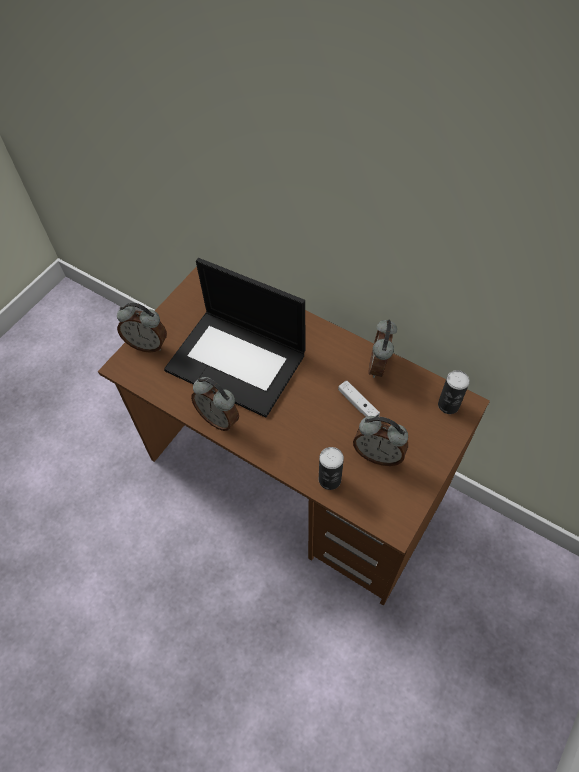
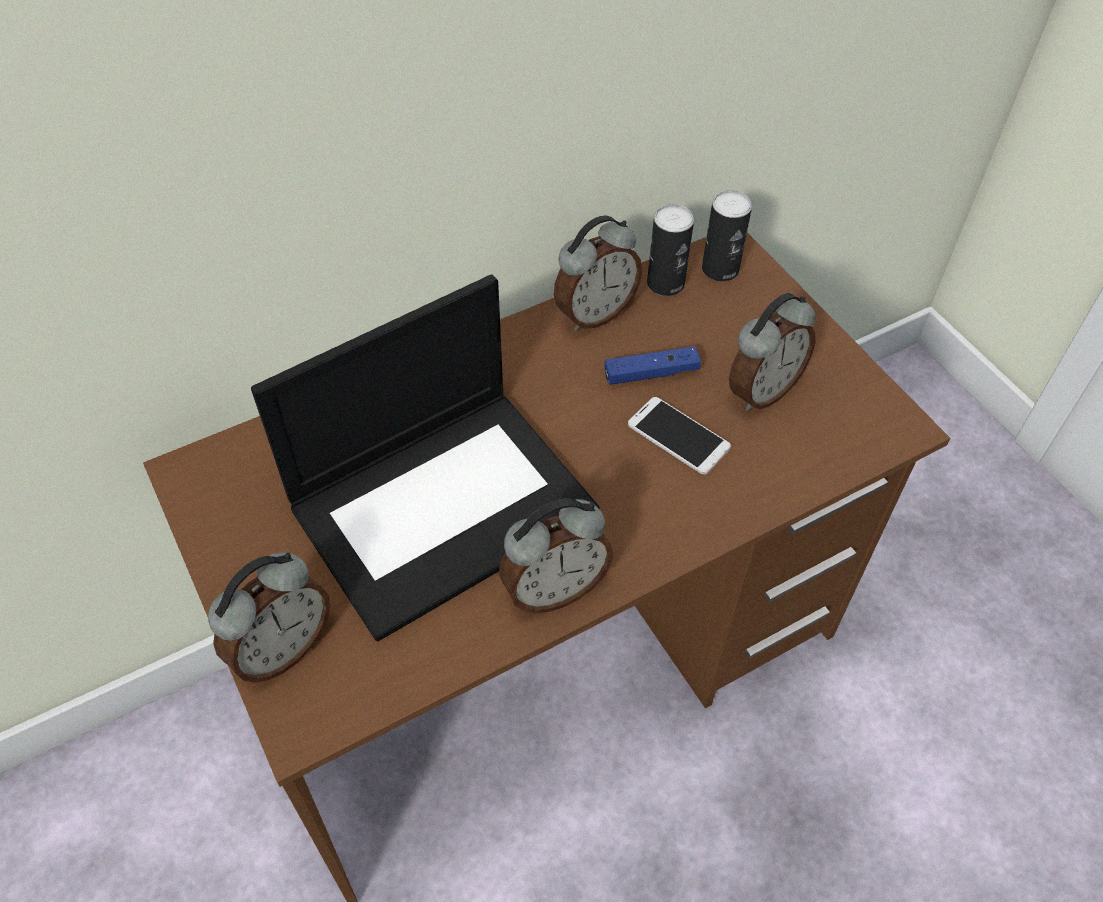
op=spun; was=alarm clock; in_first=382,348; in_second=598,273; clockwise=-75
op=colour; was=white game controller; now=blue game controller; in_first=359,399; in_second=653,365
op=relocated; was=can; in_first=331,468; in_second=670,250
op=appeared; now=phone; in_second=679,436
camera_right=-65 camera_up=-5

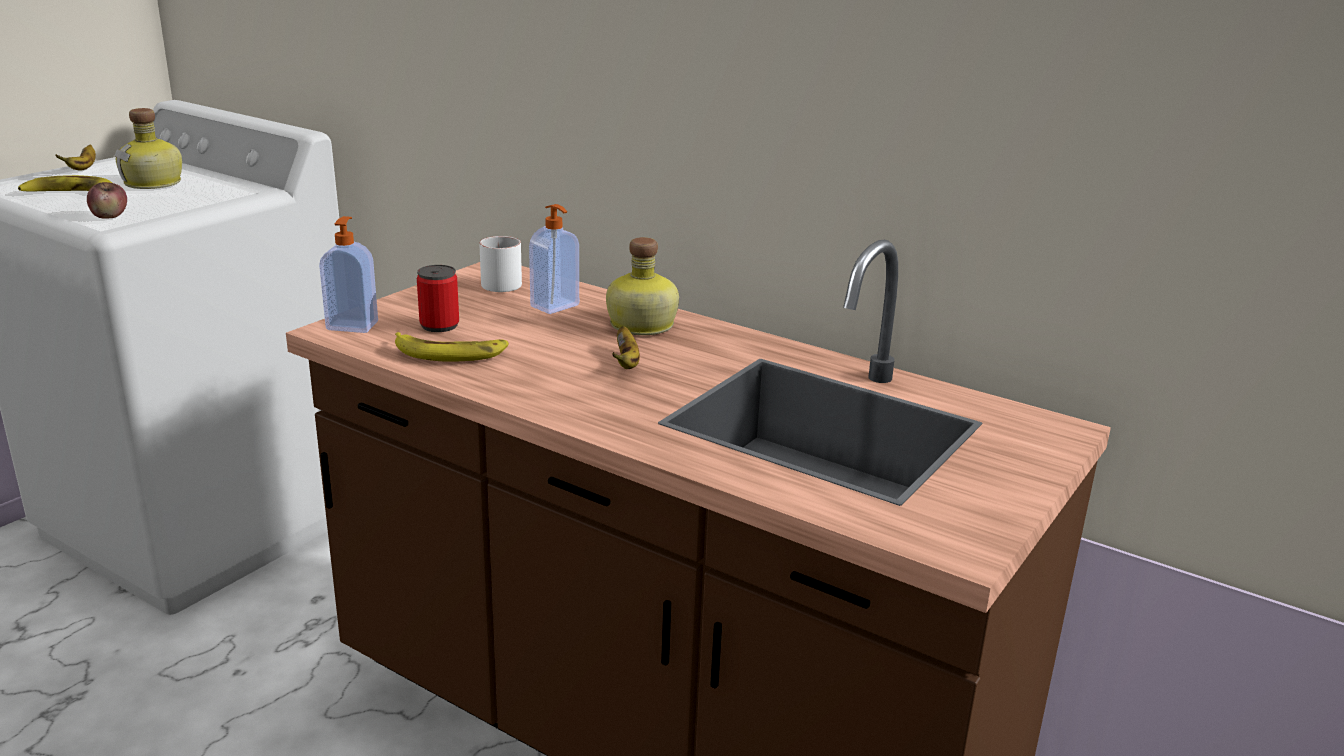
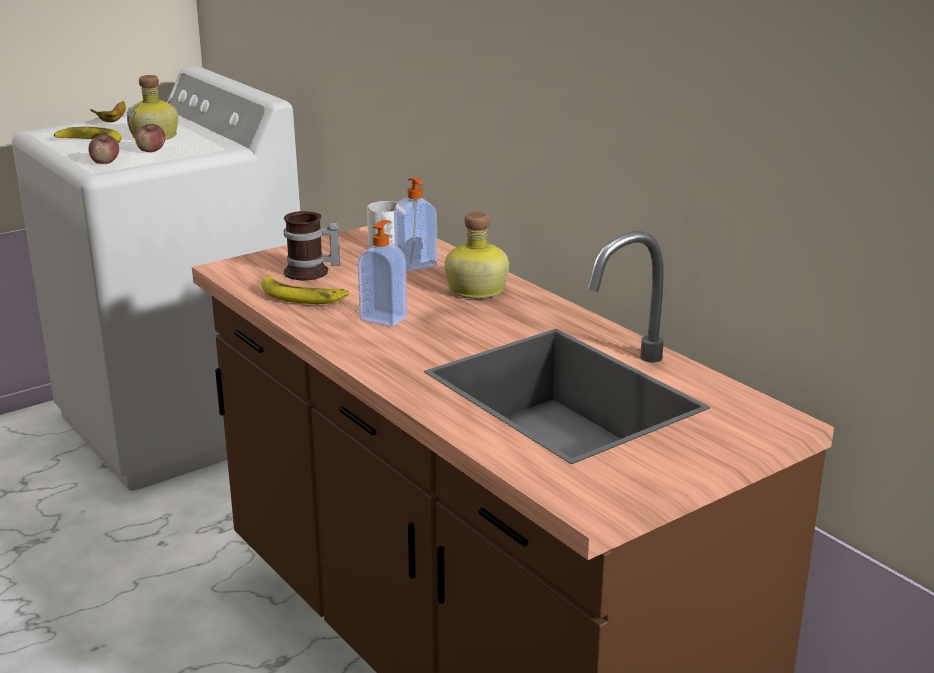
op=relocated; was=soap dispenser; in_first=348,274; in_second=382,273
op=exchanged; was=can; now=mug; in_first=438,298; in_second=312,245
op=missing; was=banana; in_first=626,347
op=appeared; now=apple; in_second=150,138
camera_right=20 camera_up=0

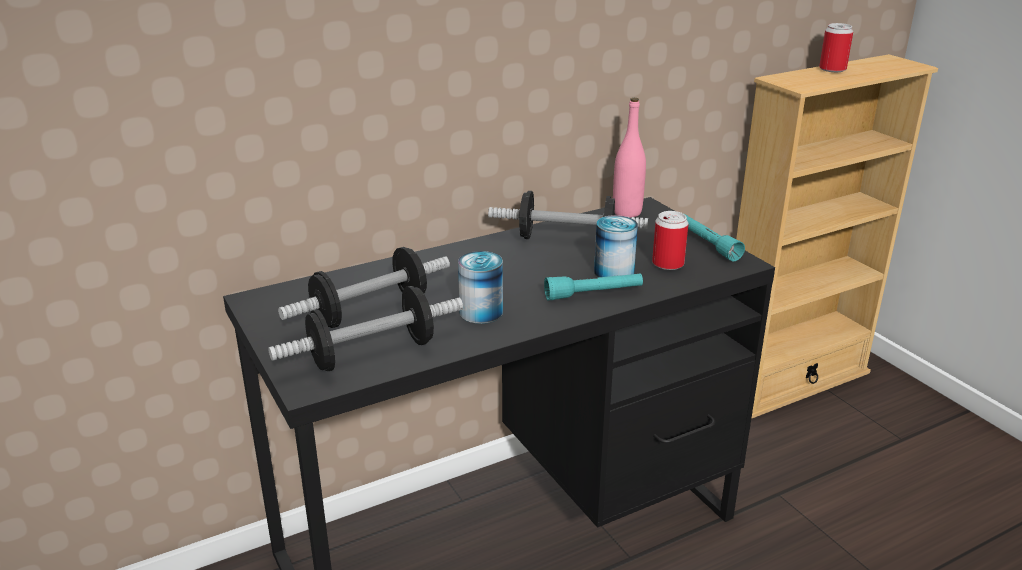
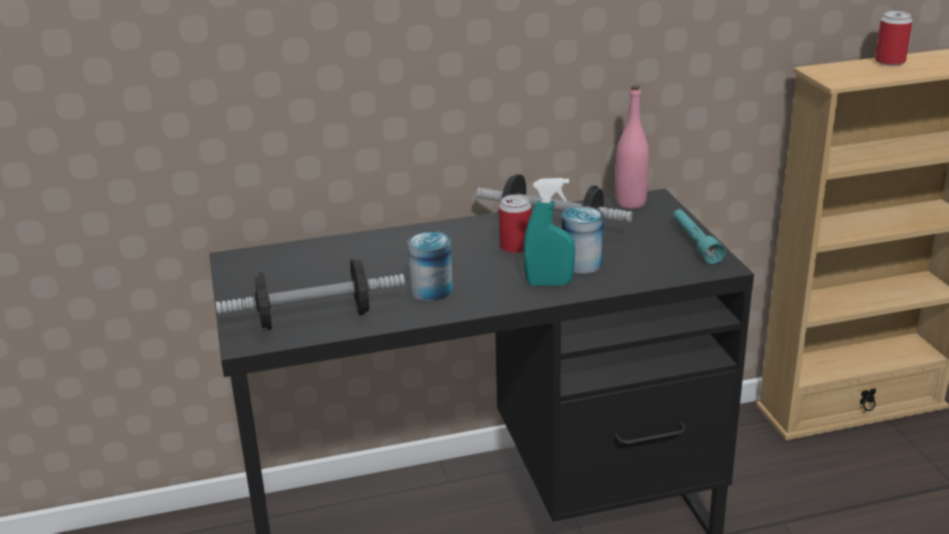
op=relocated; was=can; in_first=670,240; in_second=515,224
op=missing; was=dumbbell; in_first=364,287
op=exchanged; was=turquoise flashlight; now=turquoise spray bottle; in_first=593,287; in_second=549,232
camera_right=15 camera_up=0

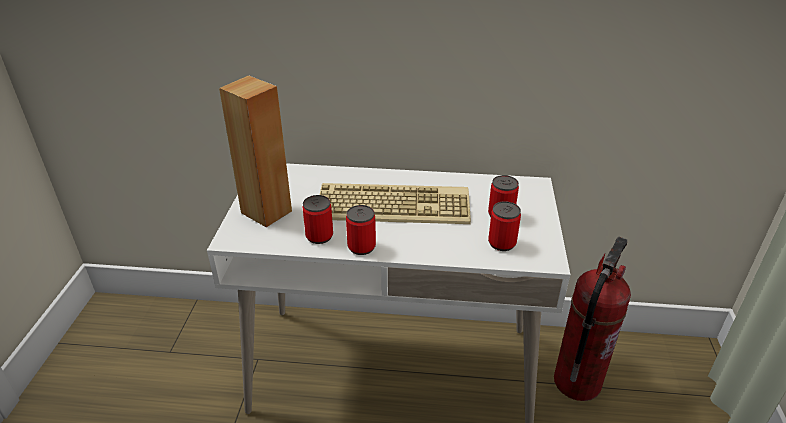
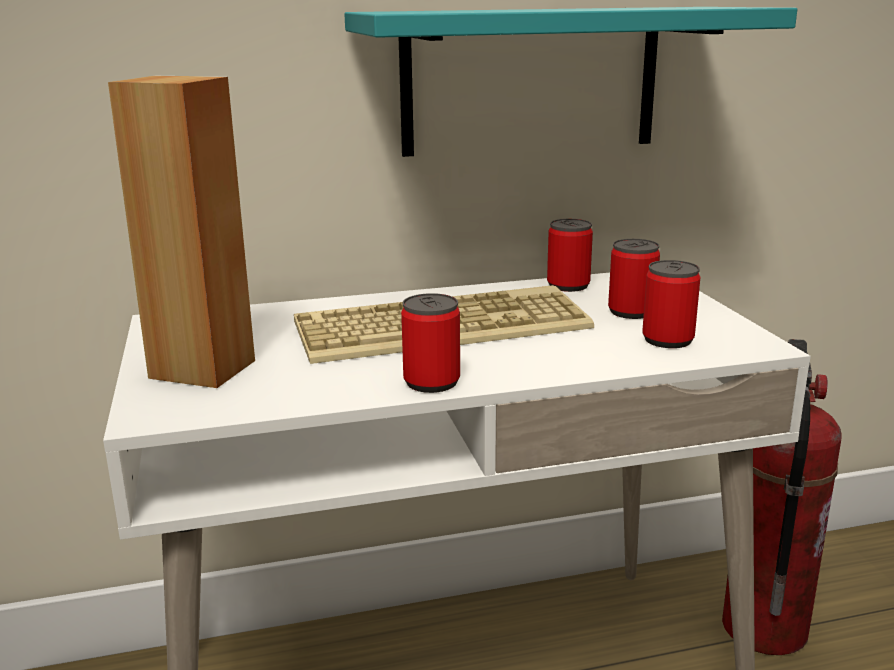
op=relocated; was=can; in_first=318,219; in_second=570,255
op=appeared; now=turquoise shelf; in_second=570,82
camera_right=-20 camera_up=-15

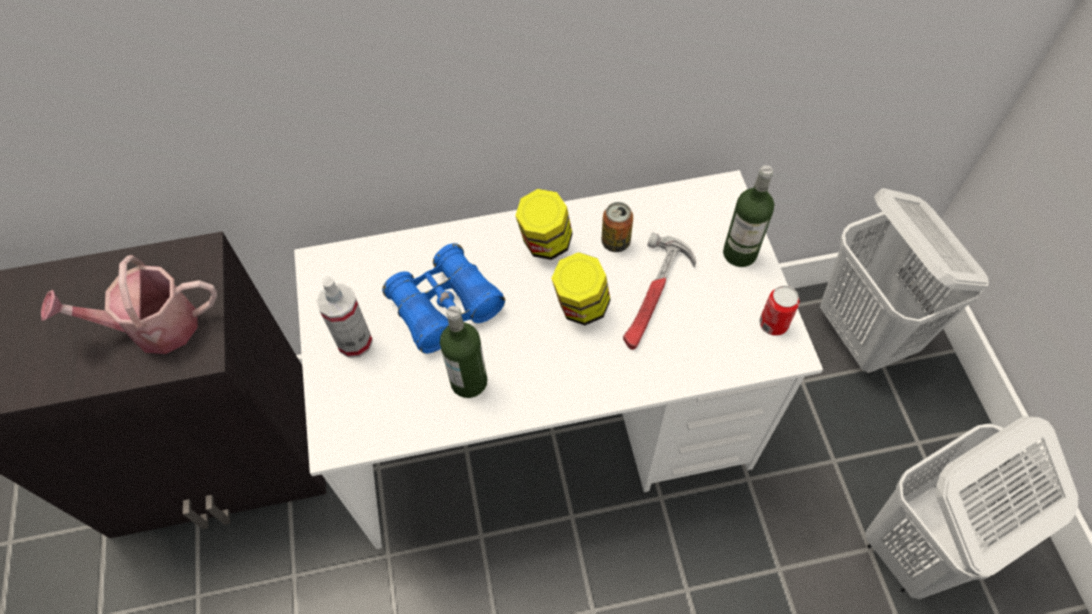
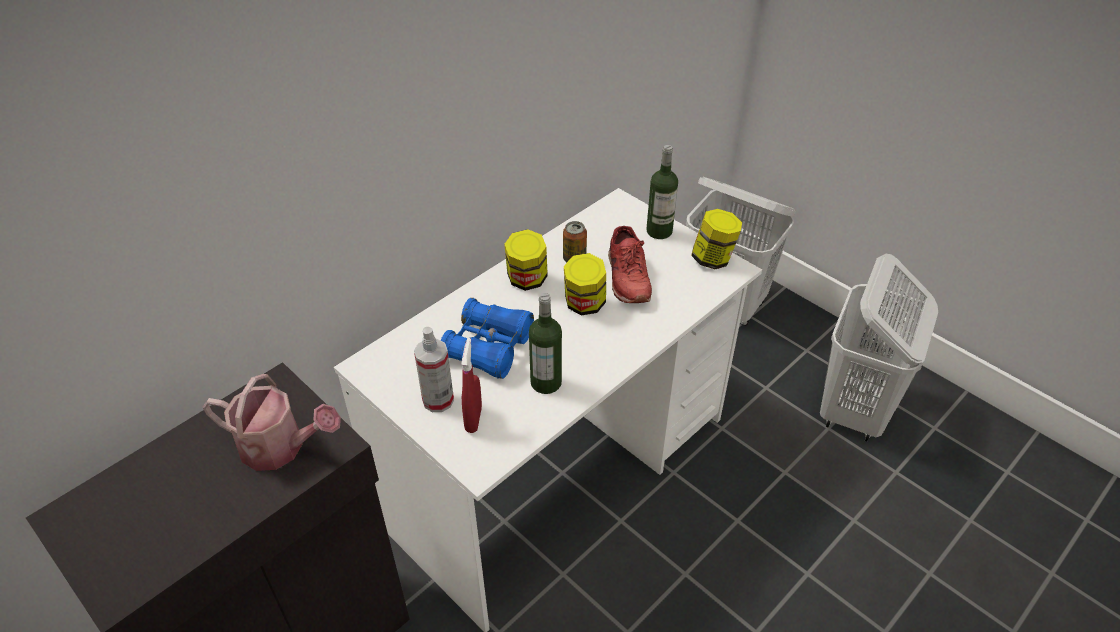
op=exchanged; was=hammer; now=red shoe; in_first=659,291; in_second=630,264
op=spun; was=watering can; in_first=129,304; in_second=271,422; clockwise=-120
op=exchanged; was=can; now=jar; in_first=779,311; in_second=716,239
op=appeared; now=red spray bottle; in_second=471,385
camera_right=-35 camera_up=-15

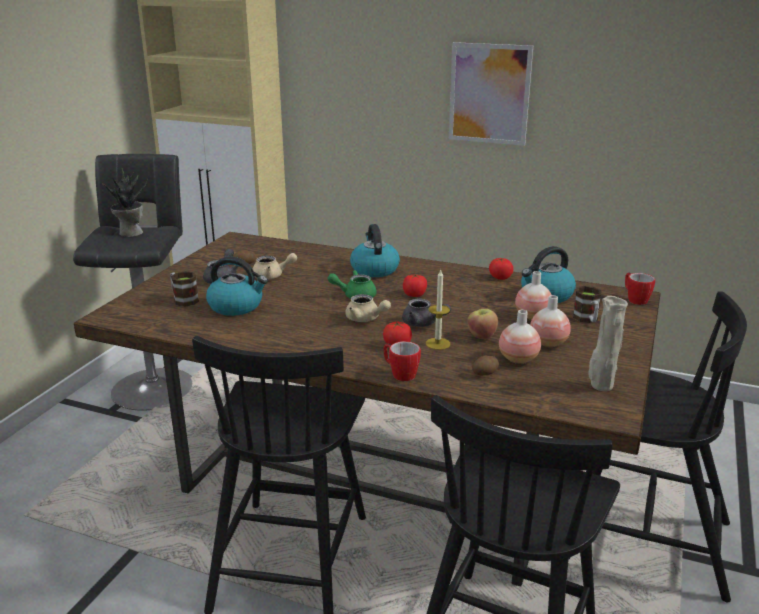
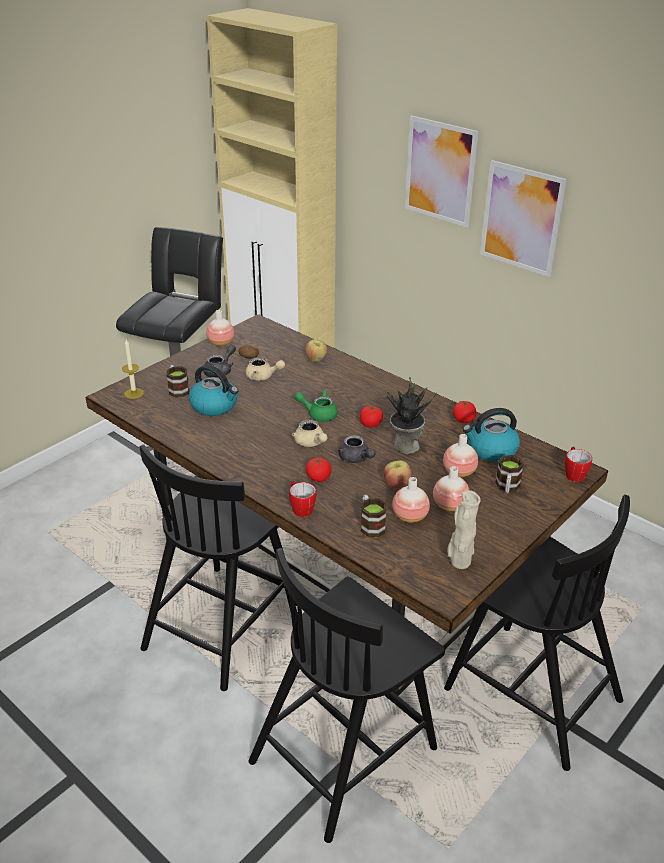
op=relocated; was=potted plant; in_first=125,202; in_second=410,416
op=missing; was=kettle; in_first=375,250
op=relocated; was=candle; in_first=438,310; in_second=133,369
op=exchanged; was=potato; now=mug; in_first=485,365; in_second=374,516
op=appeared; now=picture; in_second=441,171
op=appeared; now=vase; in_second=220,328
op=appeared; now=apple; in_second=316,350
camera_right=20 camera_up=10

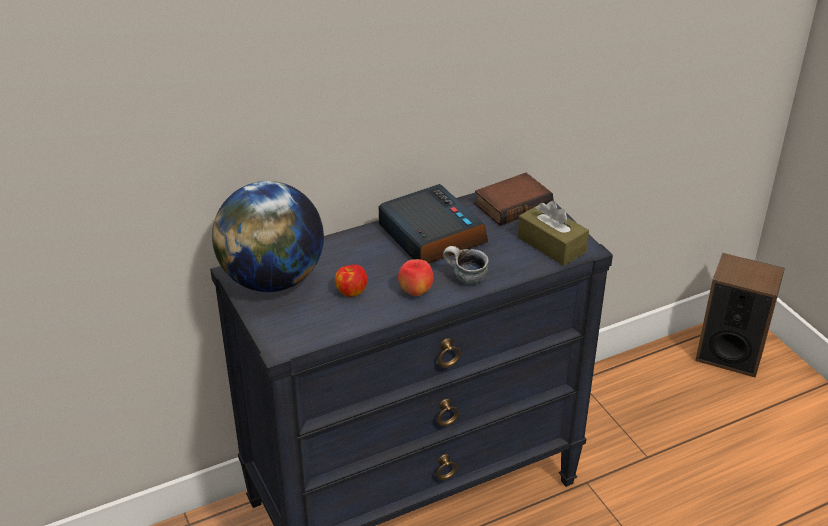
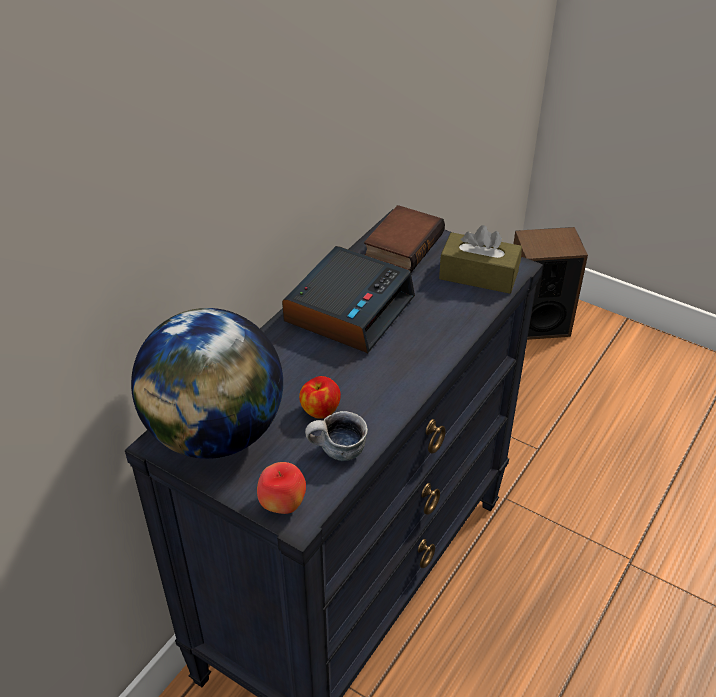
op=spun; was=alarm clock; in_first=433,223; in_second=348,299; clockwise=90
op=relocated; was=mug; in_first=466,265; in_second=336,436
op=relocated; was=apple; in_first=415,277; in_second=281,488
camera_right=-30 camera_up=5

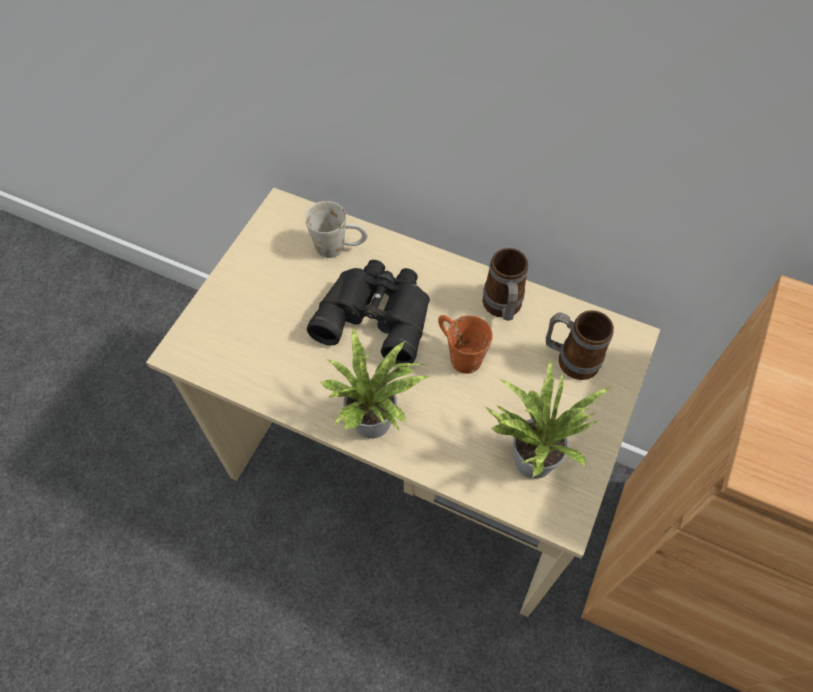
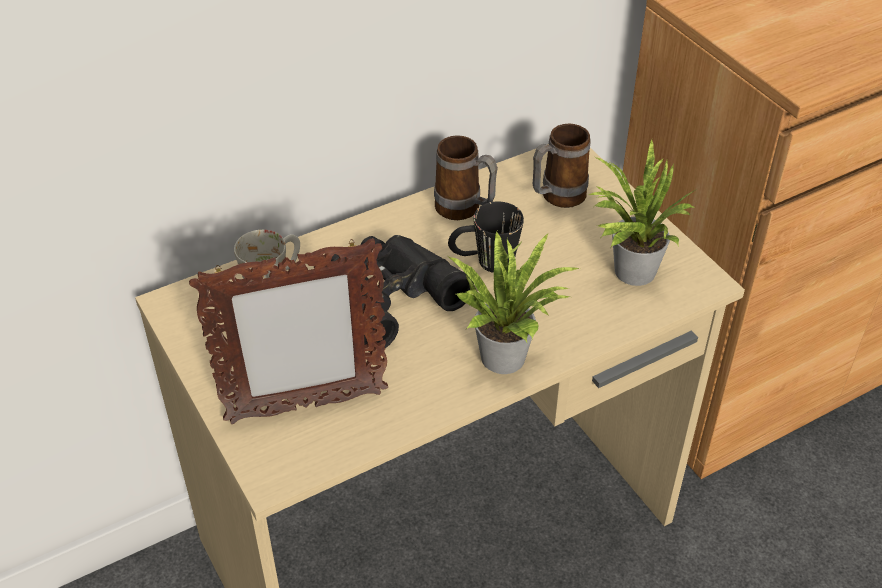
op=colour; was=orange mug; now=black mug; in_first=465,344; in_second=486,237
op=appeared; now=picture frame; in_second=288,331
camera_right=-55 camera_up=-15

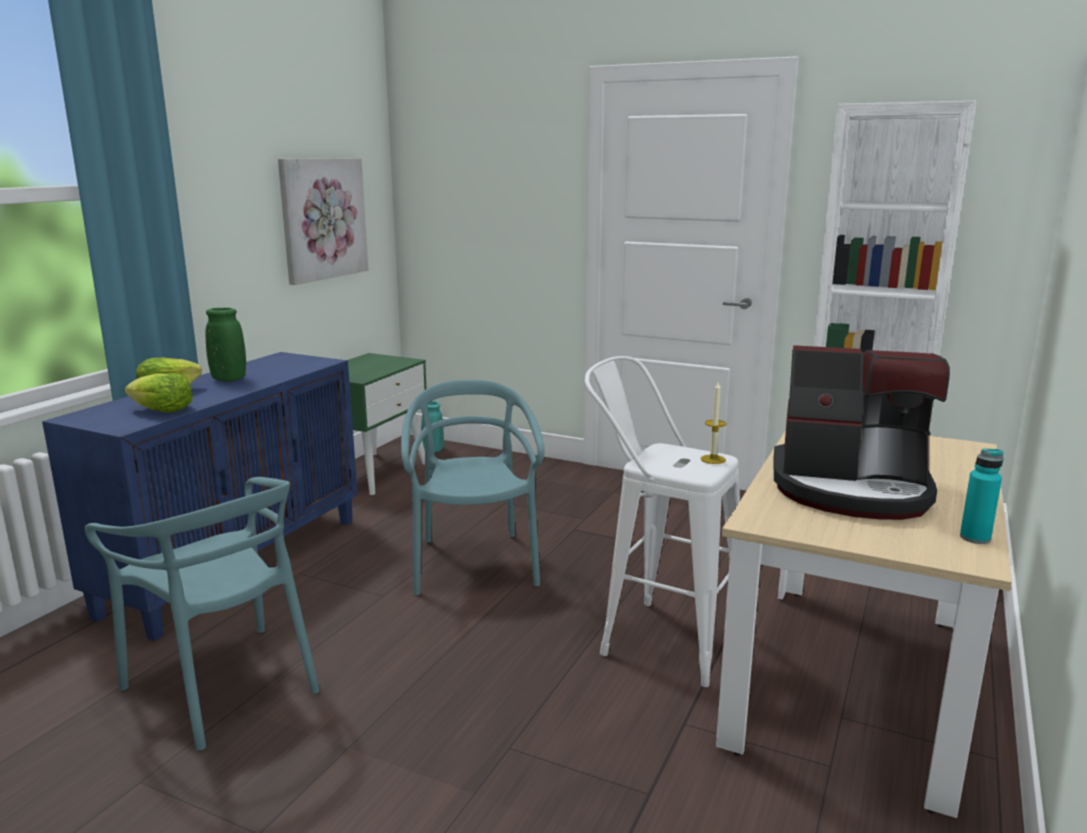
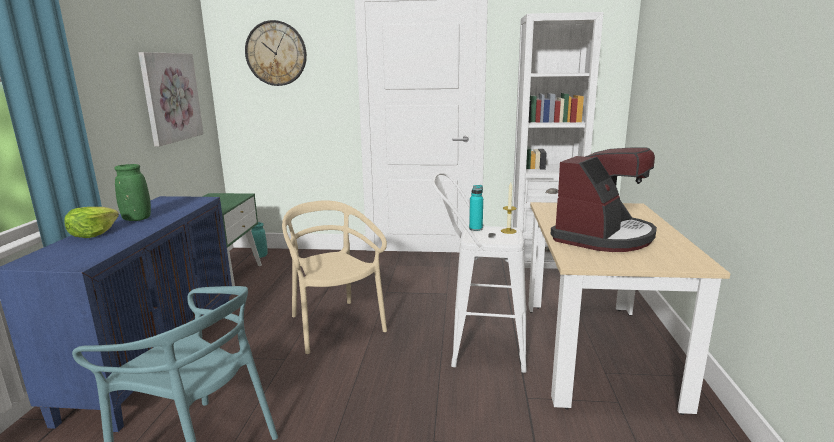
op=spun; was=coffee machine; in_first=862,432; in_second=603,199; clockwise=-45
op=missing; was=lettuce; in_first=159,393
op=colour; was=turquoise chair; now=beige chair; in_first=472,487; in_second=334,277
op=relocated; was=turquoise bottle; in_first=982,496; in_second=476,208
op=appeared; now=wall clock; in_second=276,53
camera_right=-20 camera_up=0

